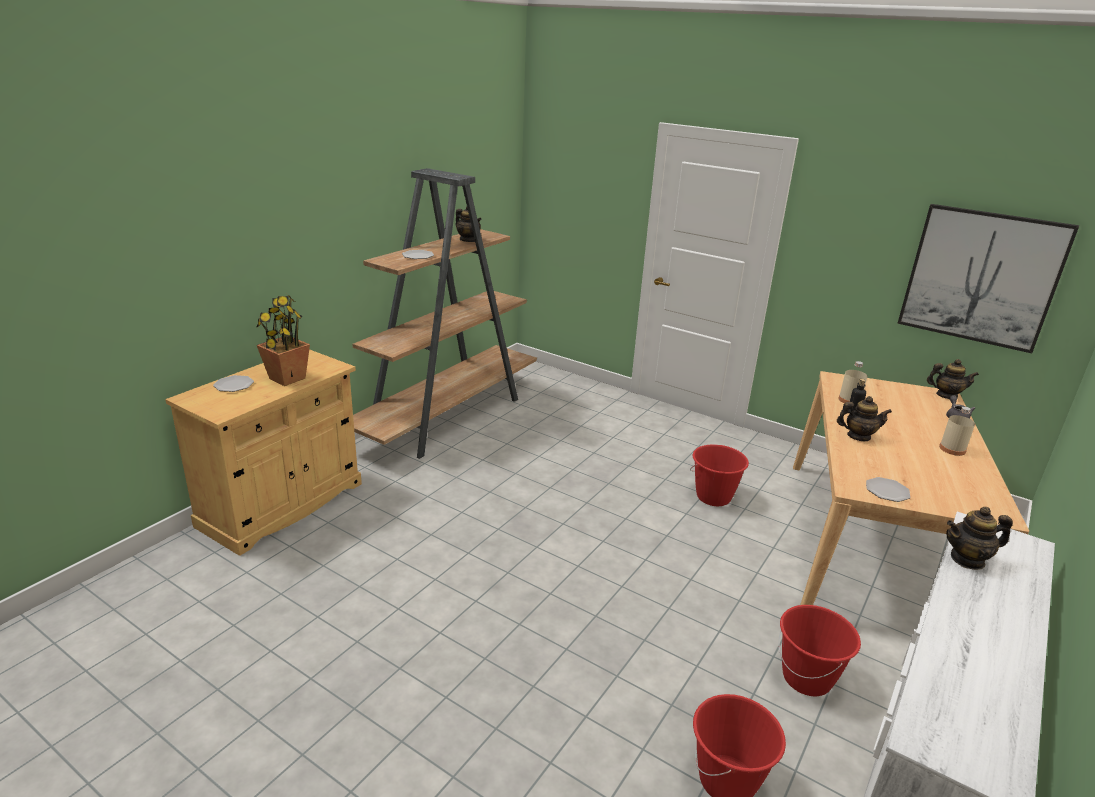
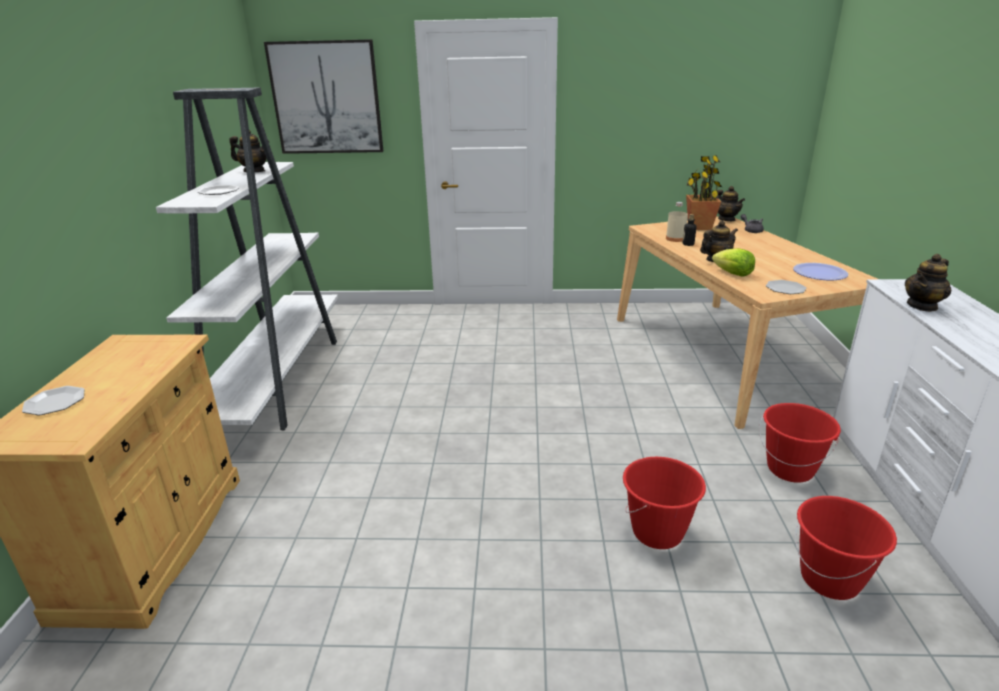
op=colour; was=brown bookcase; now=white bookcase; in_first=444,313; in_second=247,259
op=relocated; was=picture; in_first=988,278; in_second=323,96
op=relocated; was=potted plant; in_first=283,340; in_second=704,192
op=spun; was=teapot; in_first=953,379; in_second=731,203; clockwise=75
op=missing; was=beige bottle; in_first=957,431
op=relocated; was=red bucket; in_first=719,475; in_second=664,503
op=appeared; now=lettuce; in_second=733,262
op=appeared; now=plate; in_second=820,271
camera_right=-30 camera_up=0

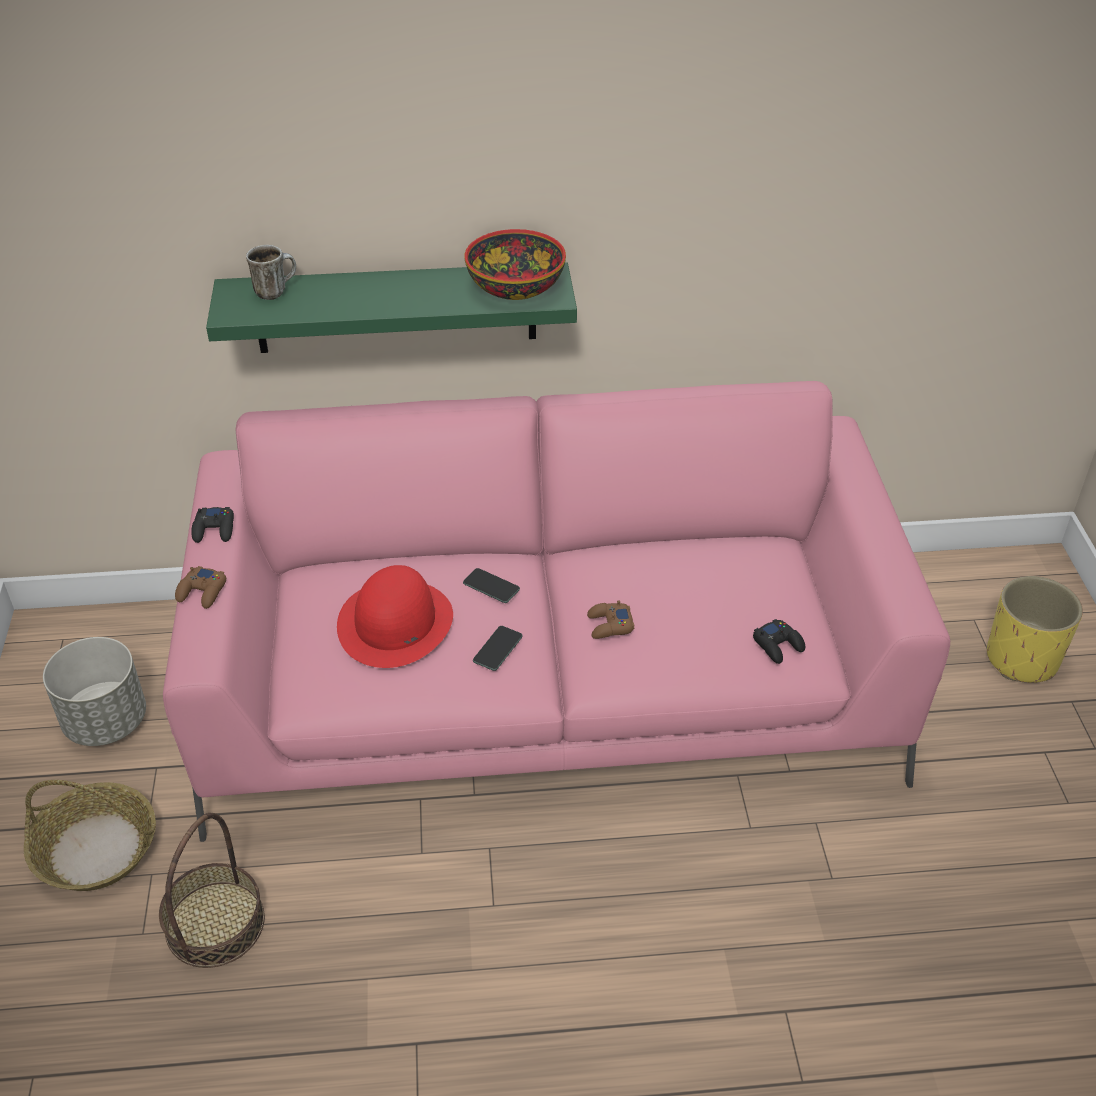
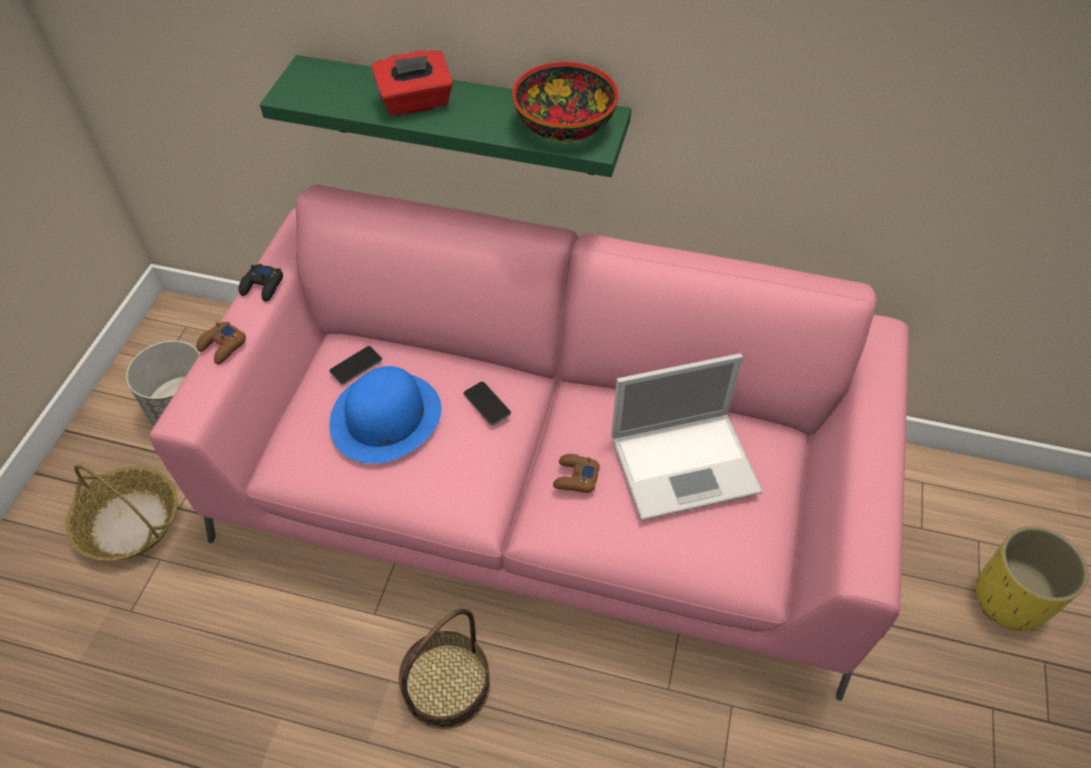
op=missing; was=mug; in_first=271,272
op=colour; was=red hat; now=blue hat; in_first=395,616; in_second=385,415
op=missing; was=black game controller; in_first=779,641
op=relocated; was=phone; in_first=498,648; in_second=355,365
op=relocated; was=basket; in_first=212,890; in_second=444,669
op=appeared; now=red tissue box; in_second=412,83
op=appeared; now=laptop; in_second=687,437
camera_right=20 camera_up=10

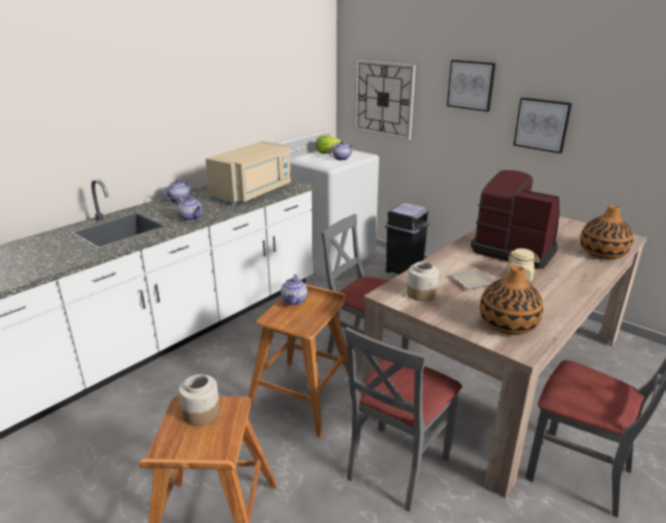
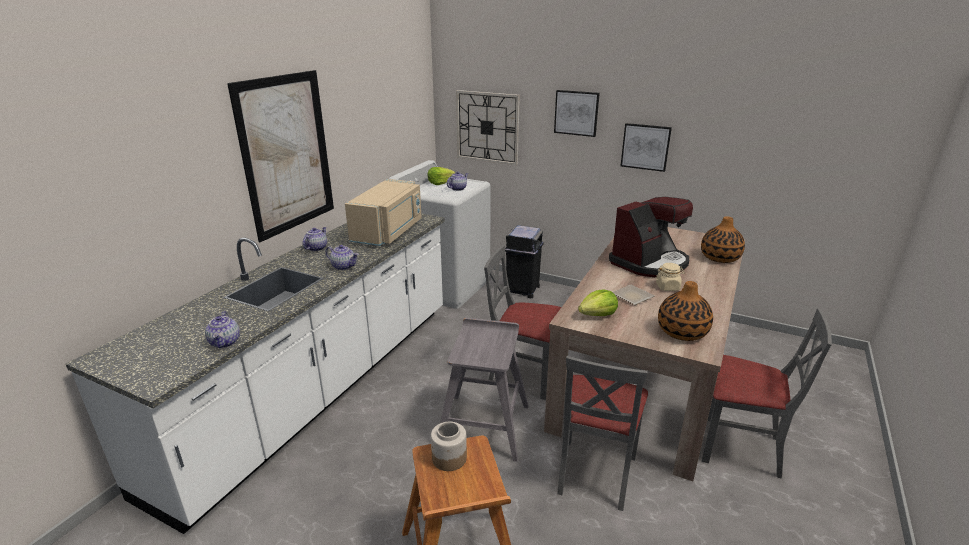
op=spun; was=coffee machine; in_first=515,219; in_second=651,237; clockwise=120
op=exchanged; was=jar; now=lettuce; in_first=423,281; in_second=598,302
op=relocated; was=teapot; in_first=294,289; in_second=222,329
op=colour; was=brown stool; now=grey stool; in_first=298,361; in_second=484,390
op=appeared; now=picture; in_second=280,156
camera_right=-15 camera_up=0

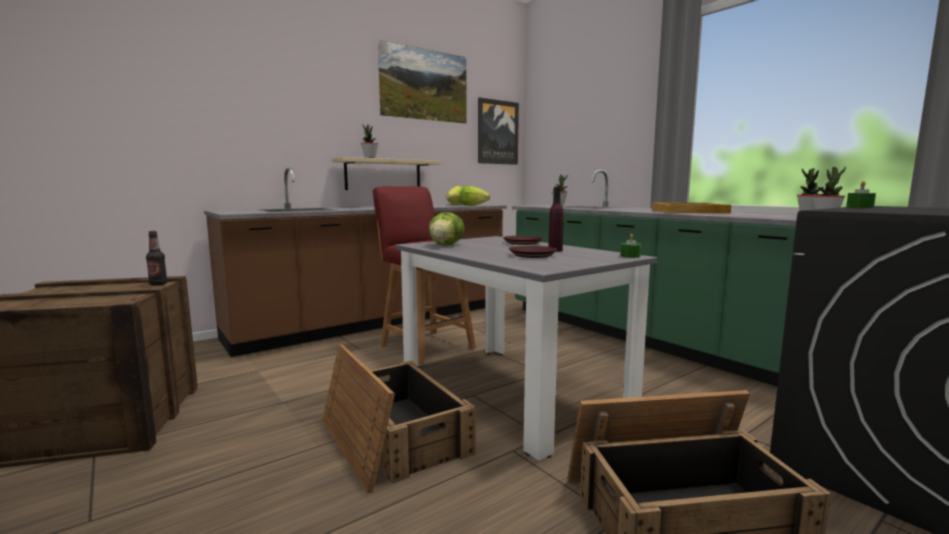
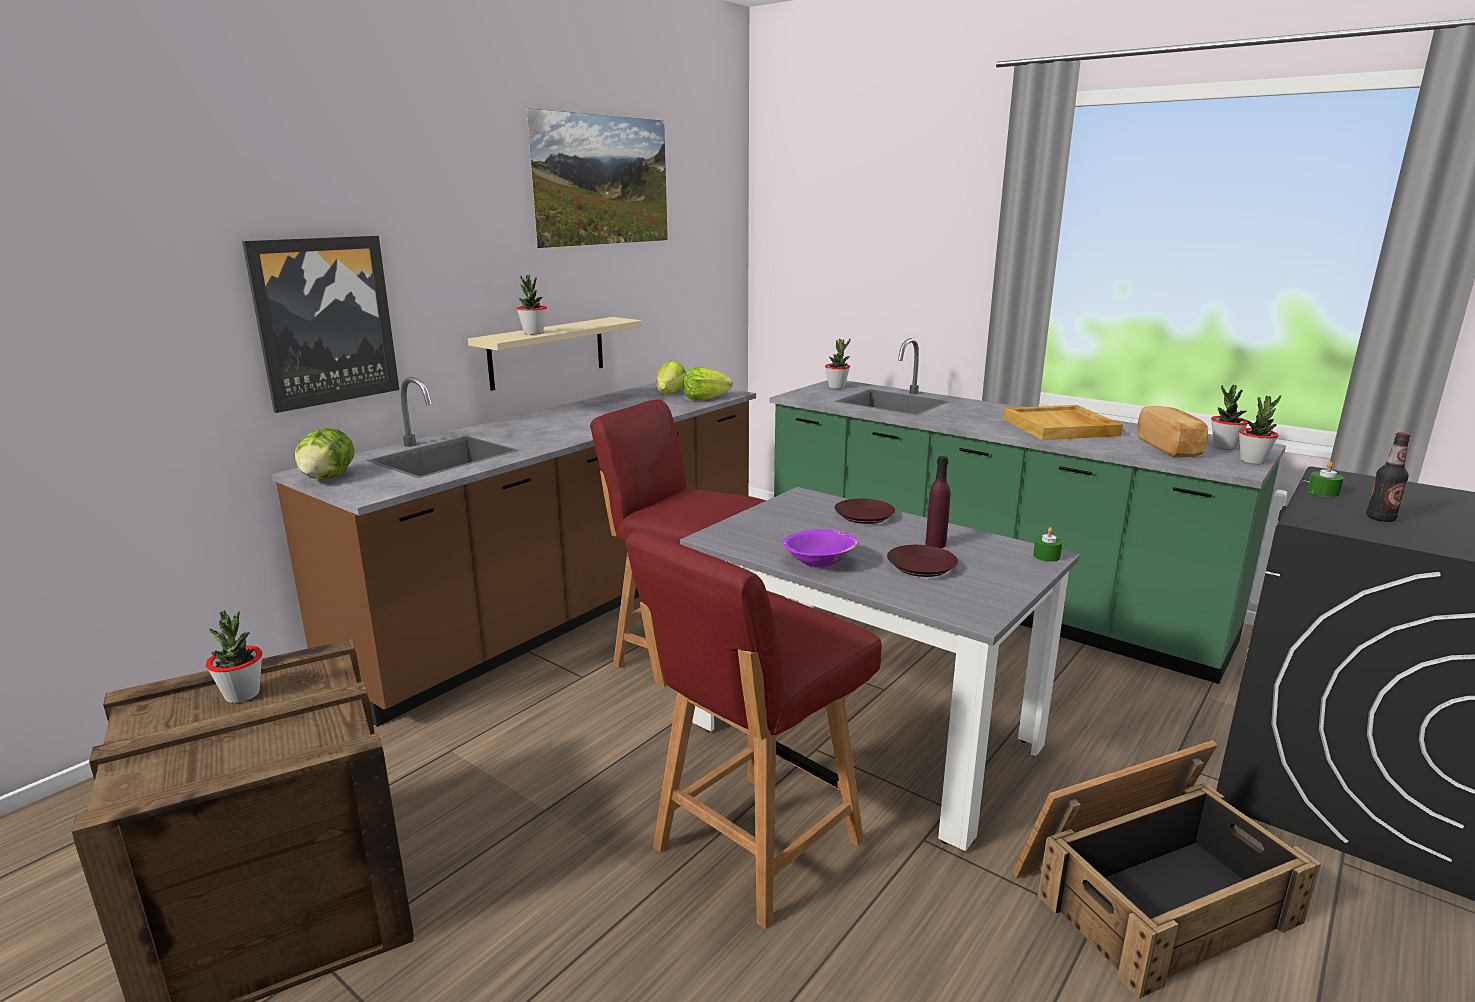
op=relocated; was=picture; in_first=498,131; in_second=320,324
op=relocated; was=lettuce; in_first=446,228; in_second=325,453
op=relocated; was=bottle; in_first=156,258; in_second=1388,477
op=exchanged; was=crate; now=red chair; in_first=399,418; in_second=753,729
op=appeared; now=bread; in_second=1172,431
op=appeared; now=purple bowl; in_second=820,548
op=appeared; now=potted plant; in_second=234,656
camera_right=-15 camera_up=10

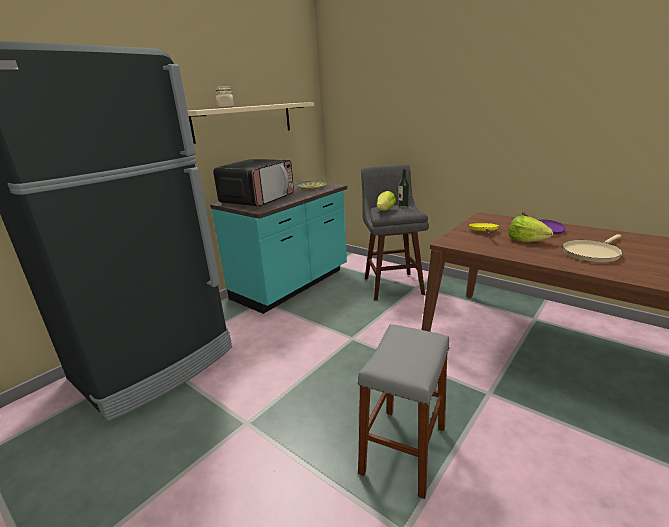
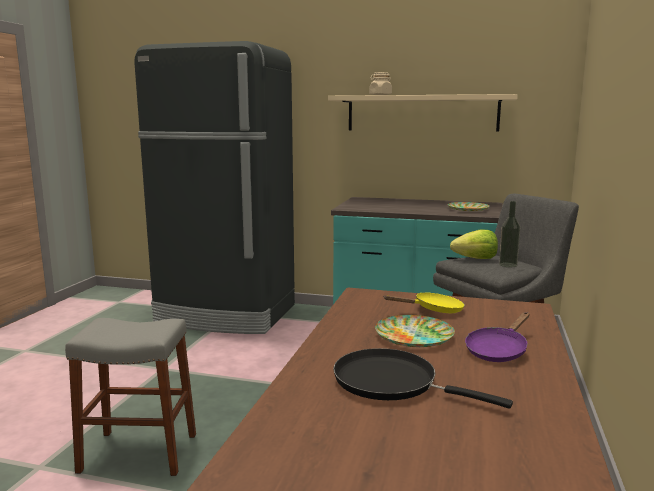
op=missing; was=microwave; in_first=253,182
op=exchanged; was=lettuce; now=plate; in_first=531,229; in_second=415,331
op=colour; was=beige frying pan; now=black frying pan; in_first=592,248; in_second=423,378
camera_right=65 camera_up=-10

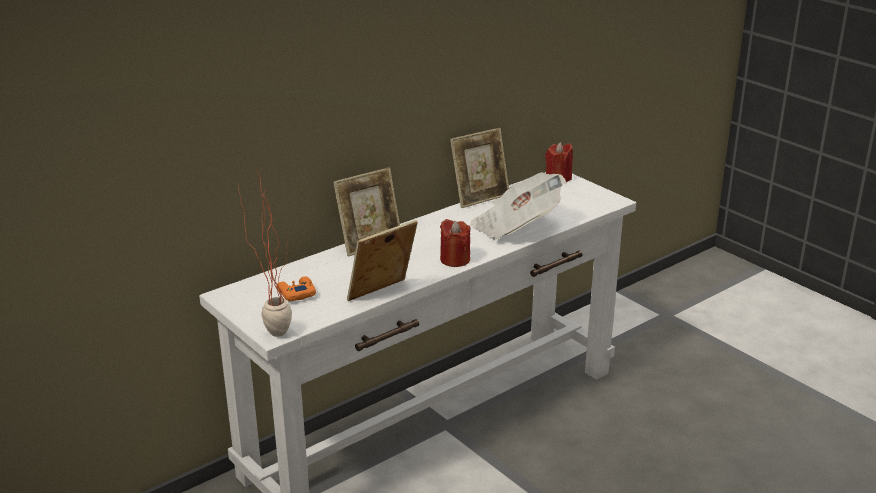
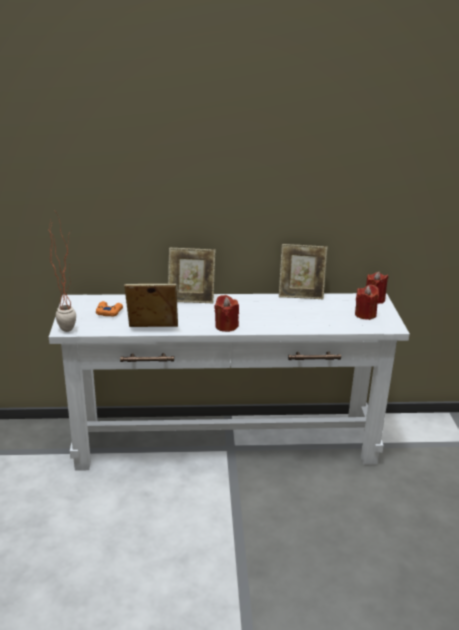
op=missing; was=newspaper; in_first=518,206
op=appeared; now=red candle; in_second=367,302
camera_right=35 camera_up=0

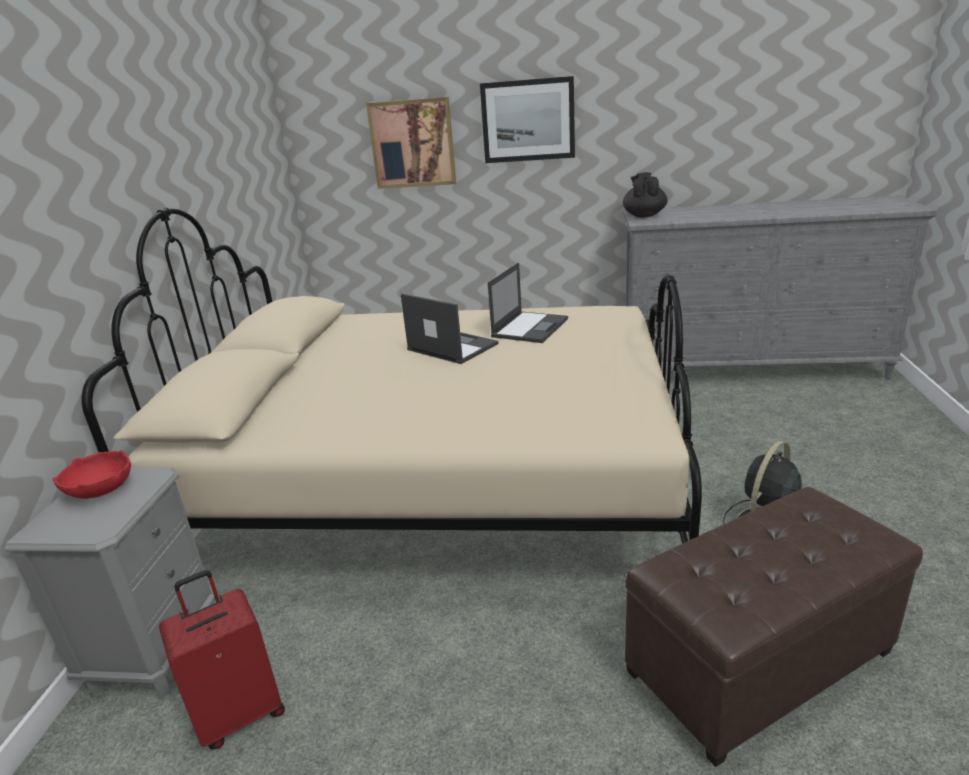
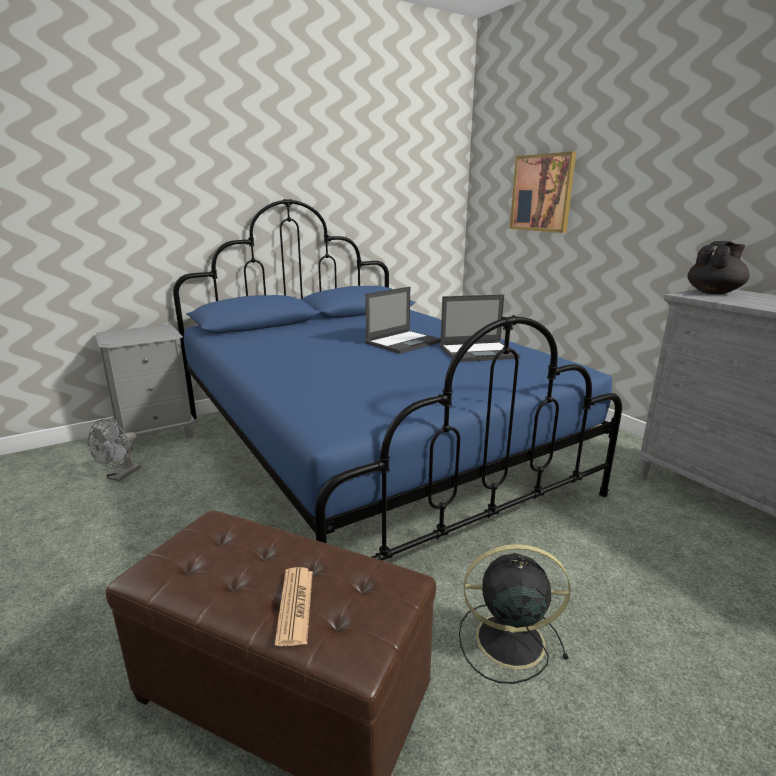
op=missing; was=picture; in_first=527,119
op=colour; was=beige bed; now=blue bed; in_first=391,376; in_second=397,380
op=spun; was=laptop; in_first=450,328; in_second=403,320; clockwise=45
op=missing; was=red bowl; in_first=92,474
op=exchanged; was=red suitcase; now=grey fan; in_first=222,659; in_second=114,450
op=appeared; now=newspaper; in_second=294,606
camera_right=50 camera_up=-5

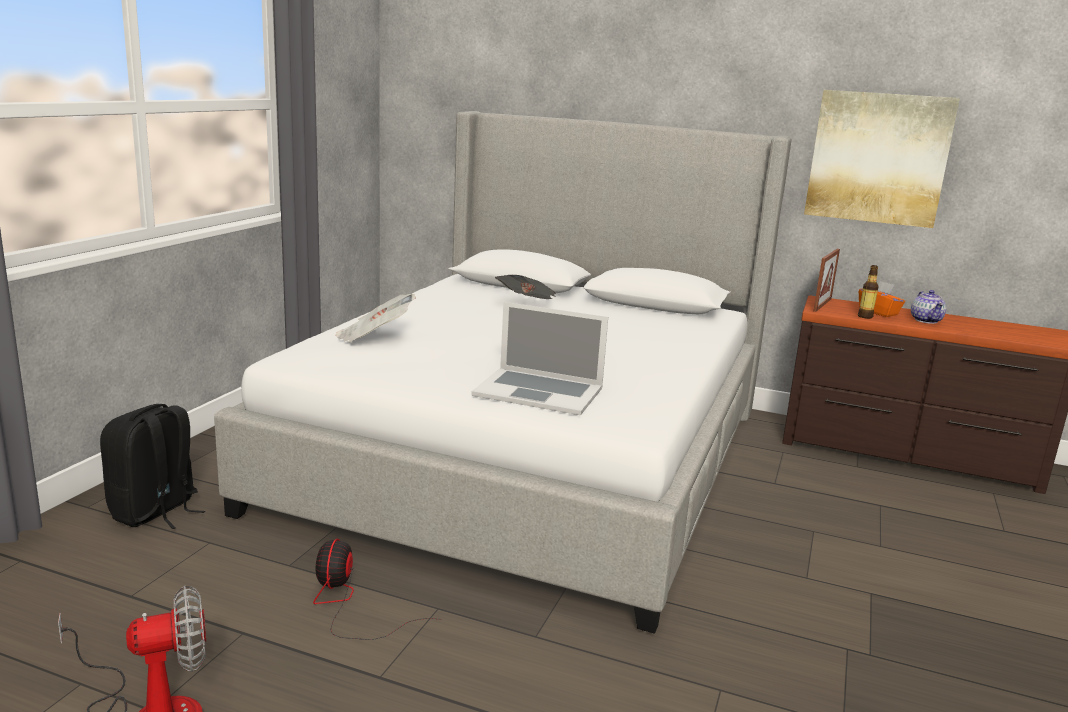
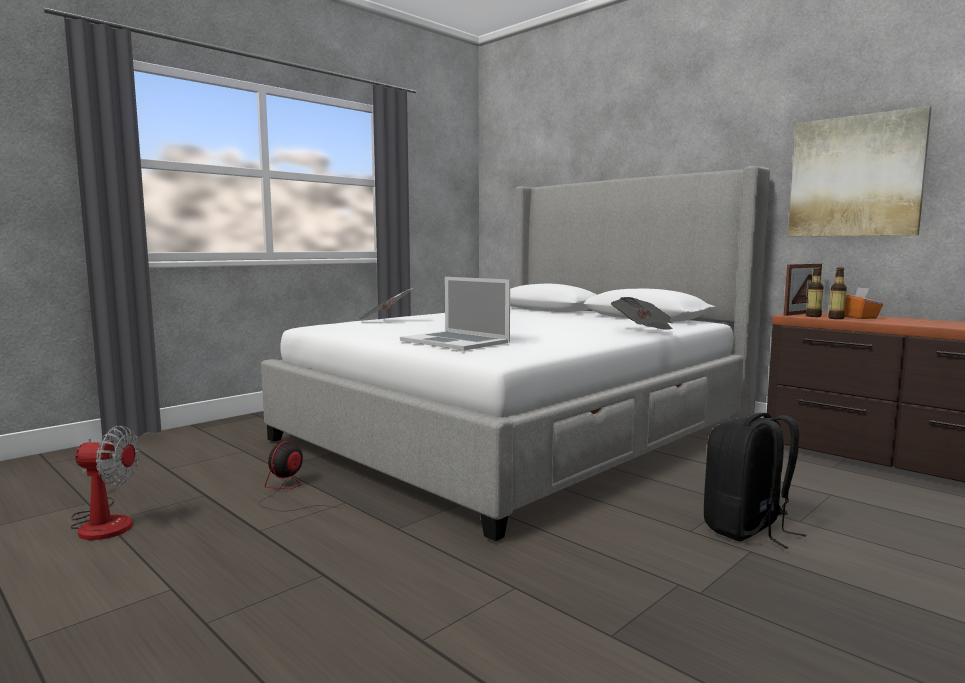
op=relocated; was=newspaper; in_first=525,287; in_second=642,313
op=missing; was=teapot; in_first=928,307
op=relocated; was=black backpack; in_first=152,466; in_second=755,481
op=appeared; now=bottle; in_second=815,292
camera_right=25 camera_up=-10

